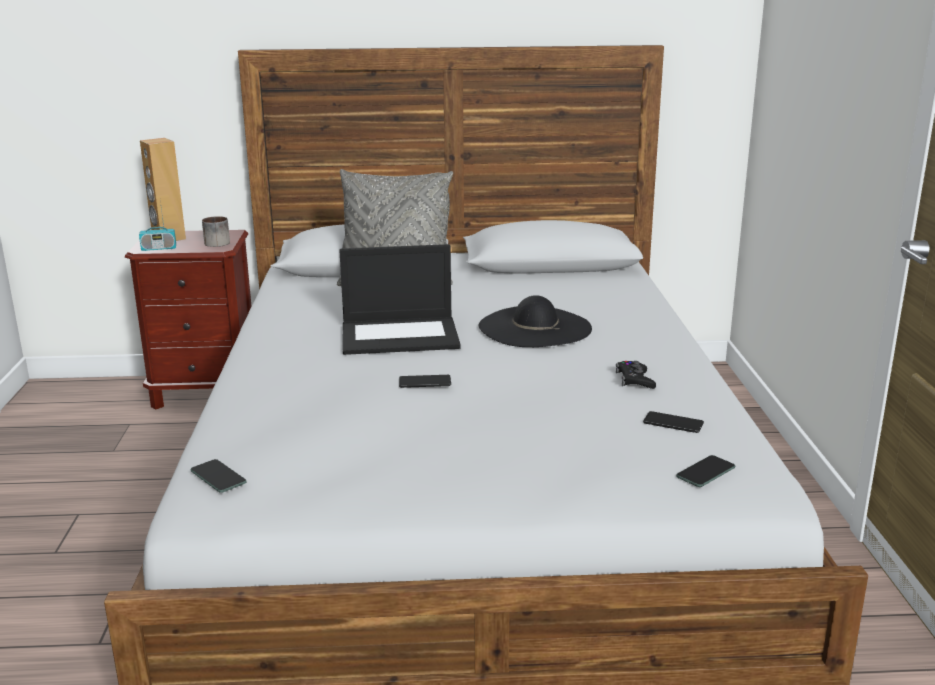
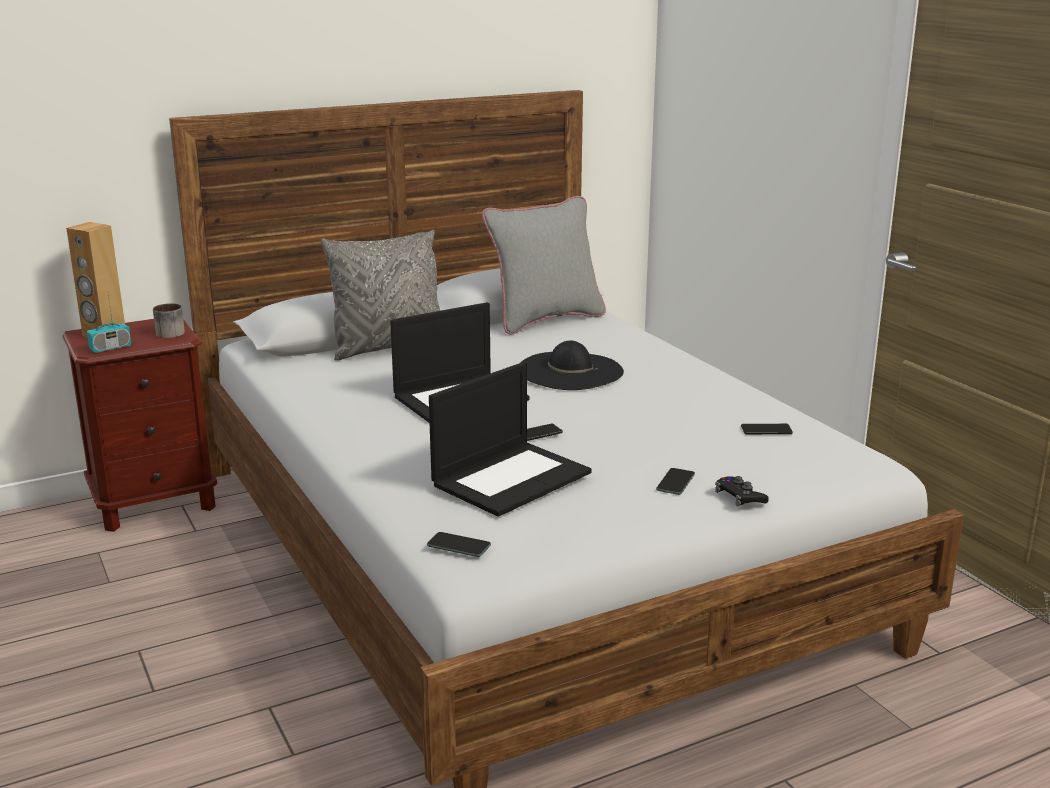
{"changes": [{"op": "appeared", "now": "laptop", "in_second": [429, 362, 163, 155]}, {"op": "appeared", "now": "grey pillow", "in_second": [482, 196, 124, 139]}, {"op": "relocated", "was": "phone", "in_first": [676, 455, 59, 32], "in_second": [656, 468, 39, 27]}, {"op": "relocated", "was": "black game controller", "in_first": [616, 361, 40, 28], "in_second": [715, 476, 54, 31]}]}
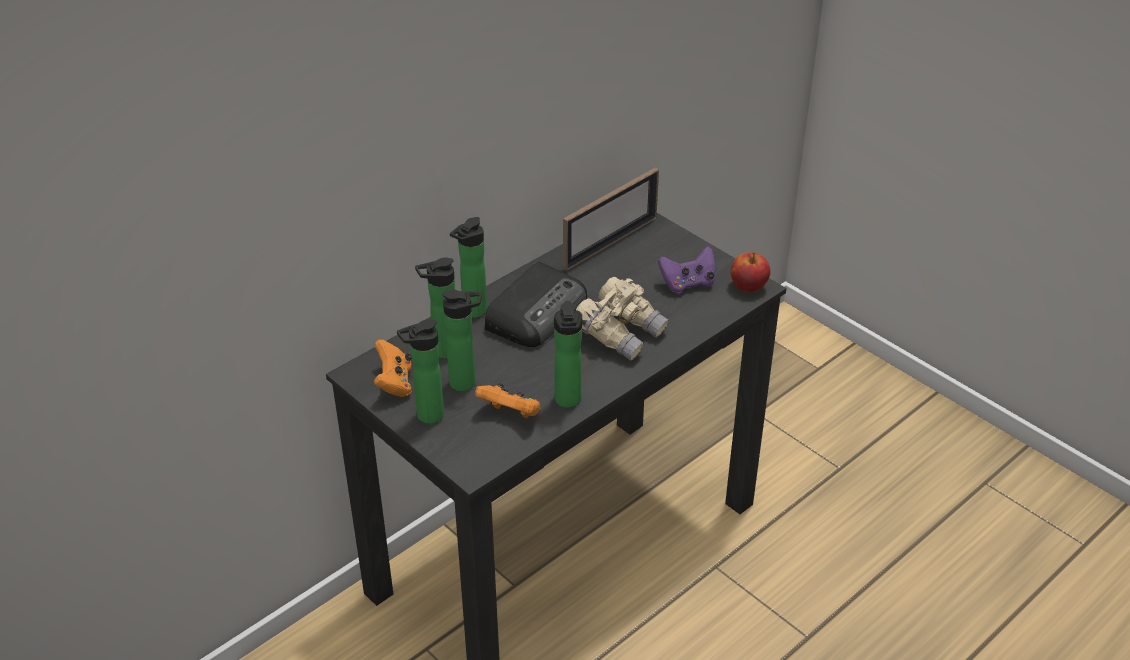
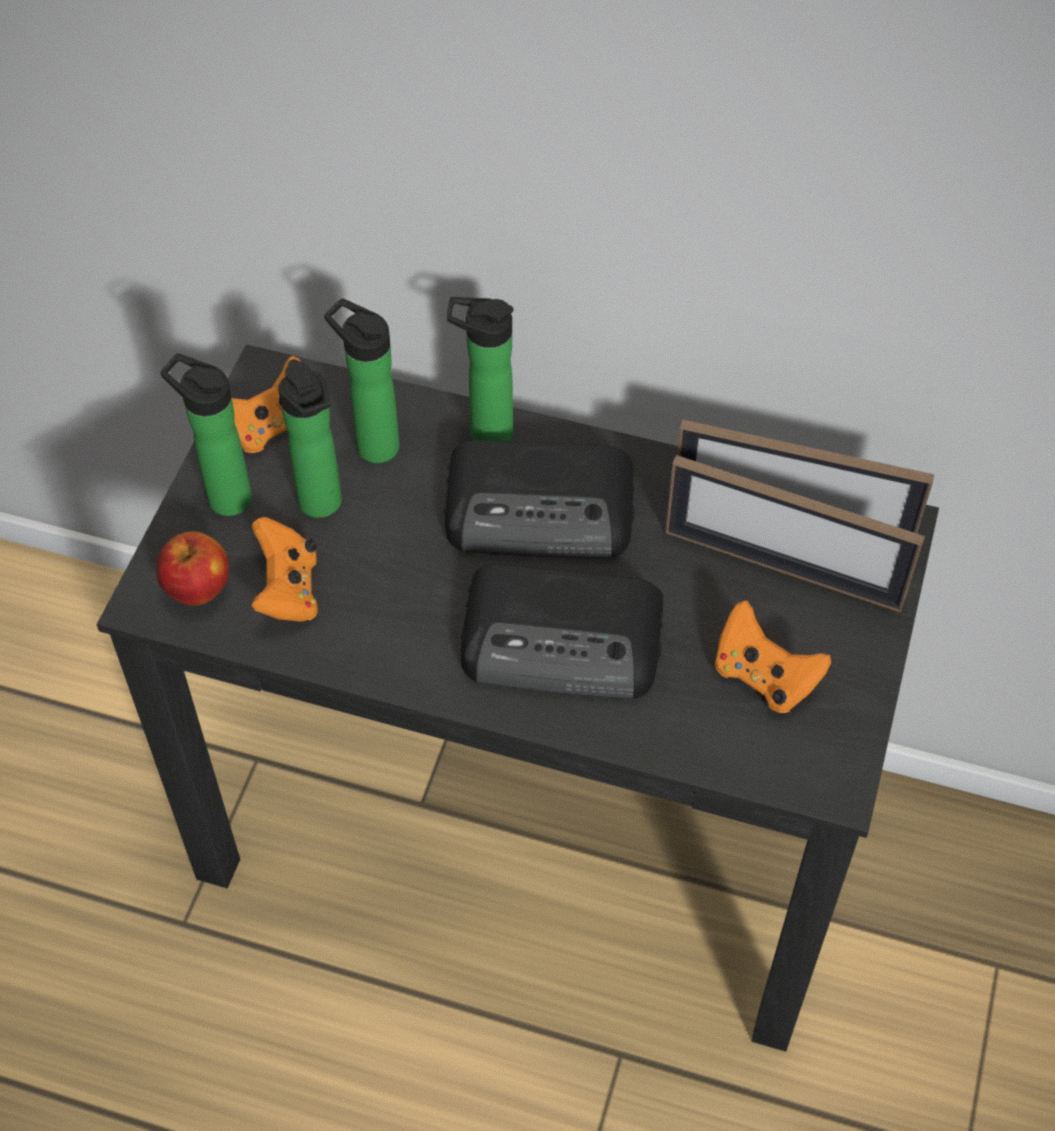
{"changes": [{"op": "relocated", "was": "apple", "in_first": [731, 252, 39, 40], "in_second": [157, 531, 72, 75]}, {"op": "exchanged", "was": "beige binoculars", "now": "radio", "in_first": [576, 277, 93, 84], "in_second": [461, 564, 202, 135]}, {"op": "appeared", "now": "picture frame", "in_second": [665, 455, 260, 157]}, {"op": "colour", "was": "purple game controller", "now": "orange game controller", "in_first": [658, 246, 57, 47], "in_second": [715, 601, 116, 112]}, {"op": "missing", "was": "bottle", "in_first": [554, 301, 28, 107]}]}
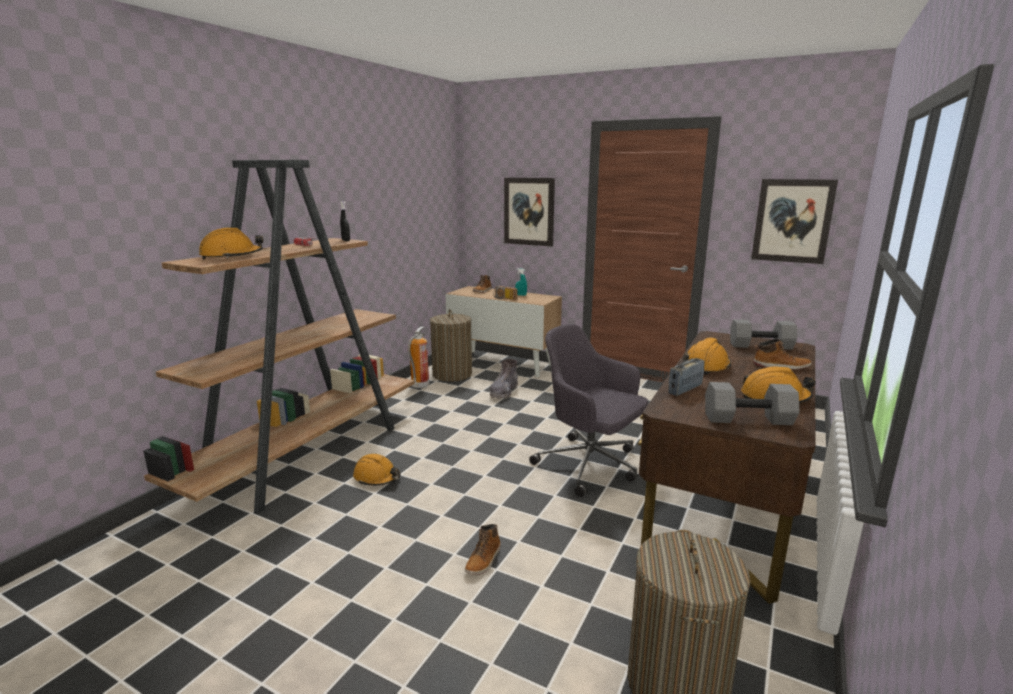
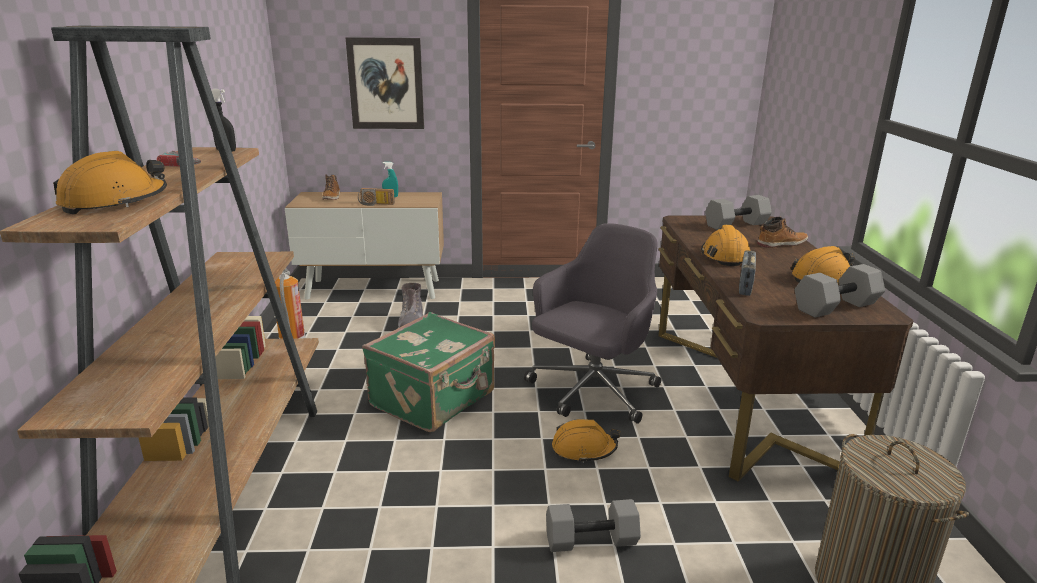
{"changes": [{"op": "appeared", "now": "green suitcase", "in_second": [362, 312, 133, 120]}, {"op": "spun", "was": "grey office chair", "in_first": [529, 324, 119, 173], "in_second": [524, 223, 137, 201], "clockwise": 120}, {"op": "exchanged", "was": "boot", "now": "grey dumbbell", "in_first": [465, 524, 36, 51], "in_second": [546, 499, 95, 53]}, {"op": "relocated", "was": "orange hard hat", "in_first": [353, 454, 48, 32], "in_second": [552, 419, 68, 44]}, {"op": "missing", "was": "laundry basket", "in_first": [430, 309, 42, 73]}, {"op": "missing", "was": "picture", "in_first": [751, 179, 87, 85]}]}
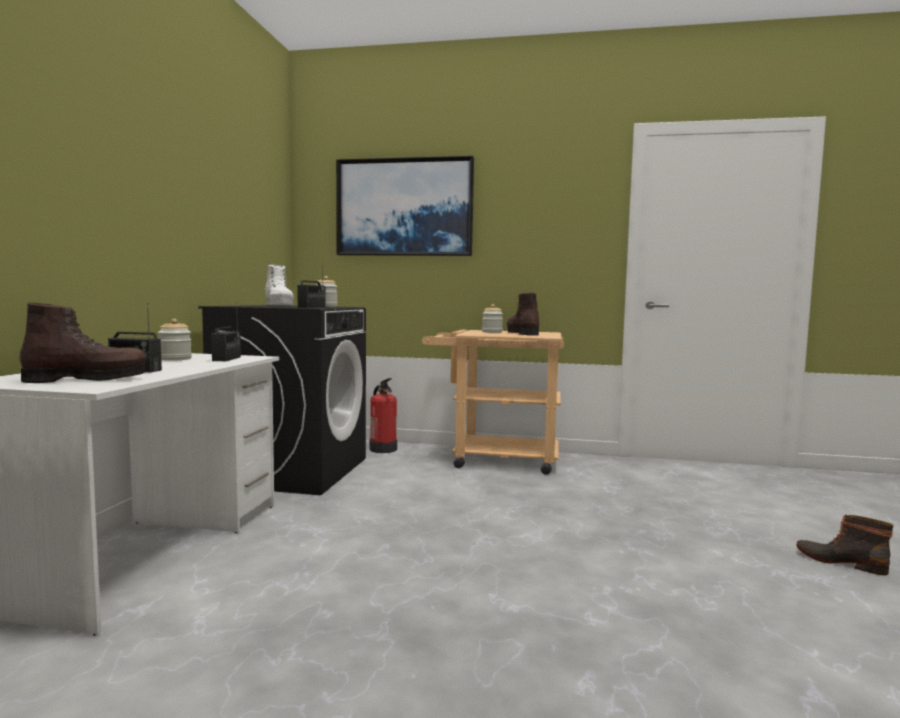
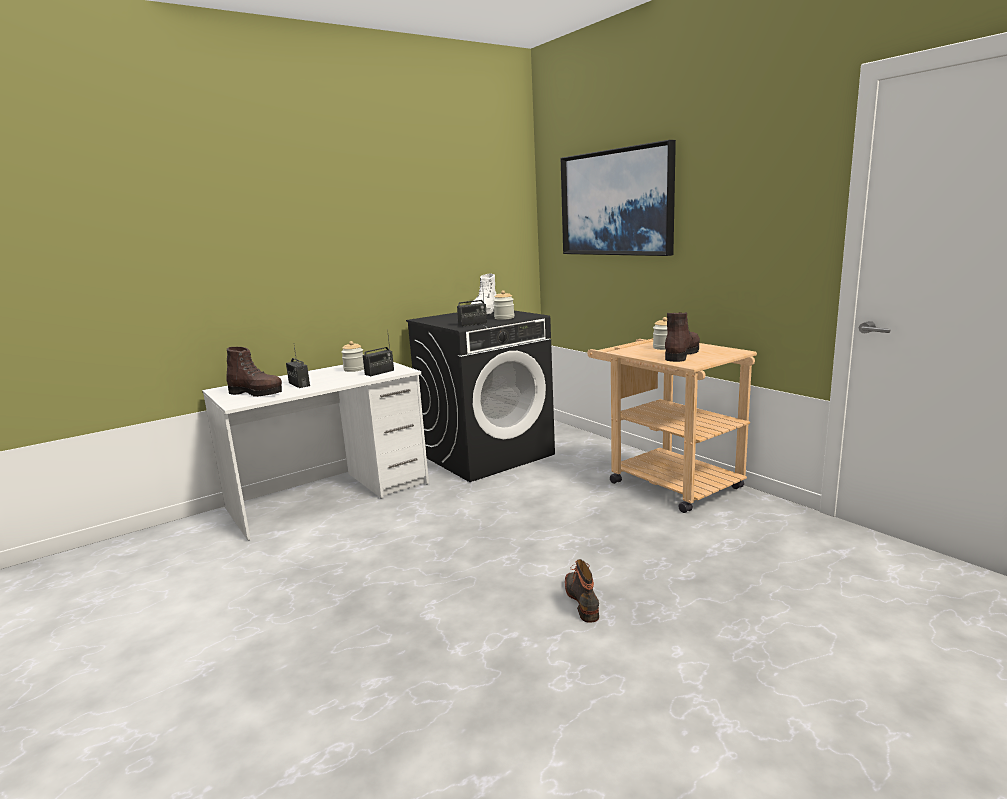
{"changes": [{"op": "relocated", "was": "boot", "in_first": [797, 515, 96, 60], "in_second": [565, 559, 34, 63]}, {"op": "missing", "was": "fire extinguisher", "in_first": [370, 378, 27, 75]}]}
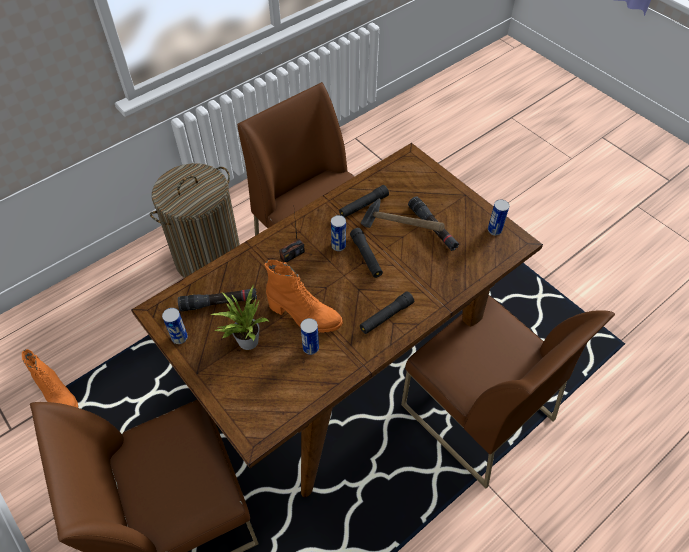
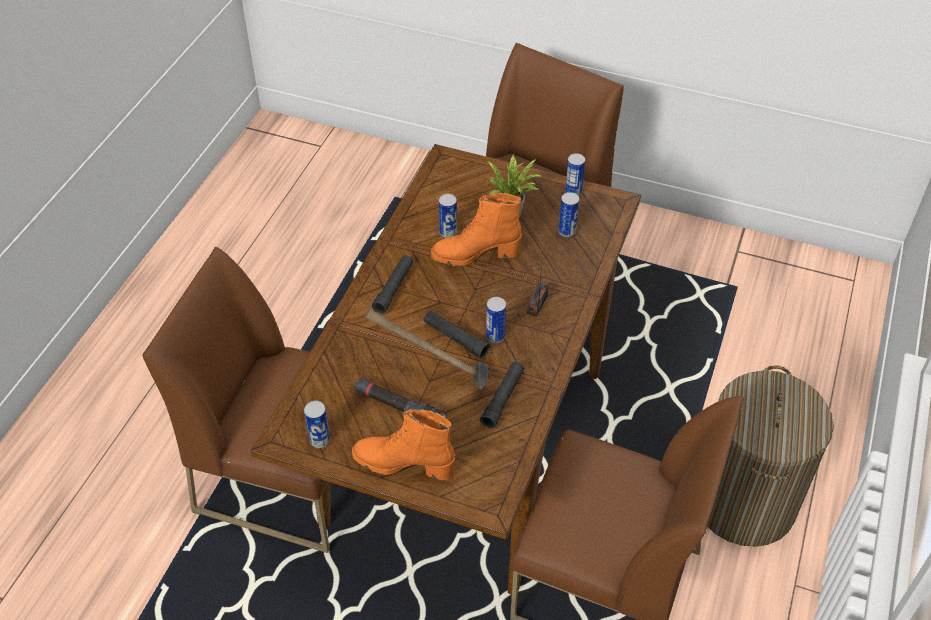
{"changes": [{"op": "relocated", "was": "orange boot", "in_first": [22, 349, 56, 59], "in_second": [352, 409, 103, 72]}, {"op": "exchanged", "was": "black flashlight", "now": "can", "in_first": [178, 288, 79, 23], "in_second": [559, 192, 20, 45]}]}
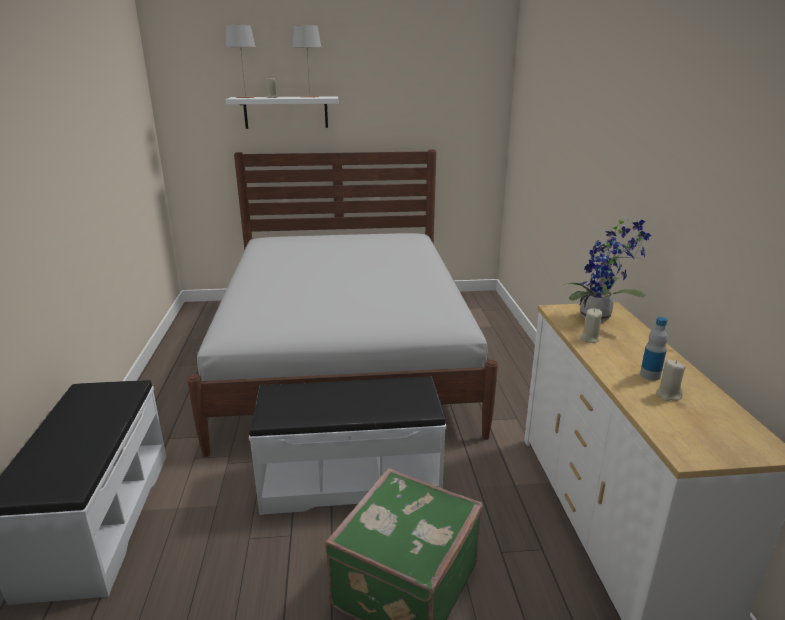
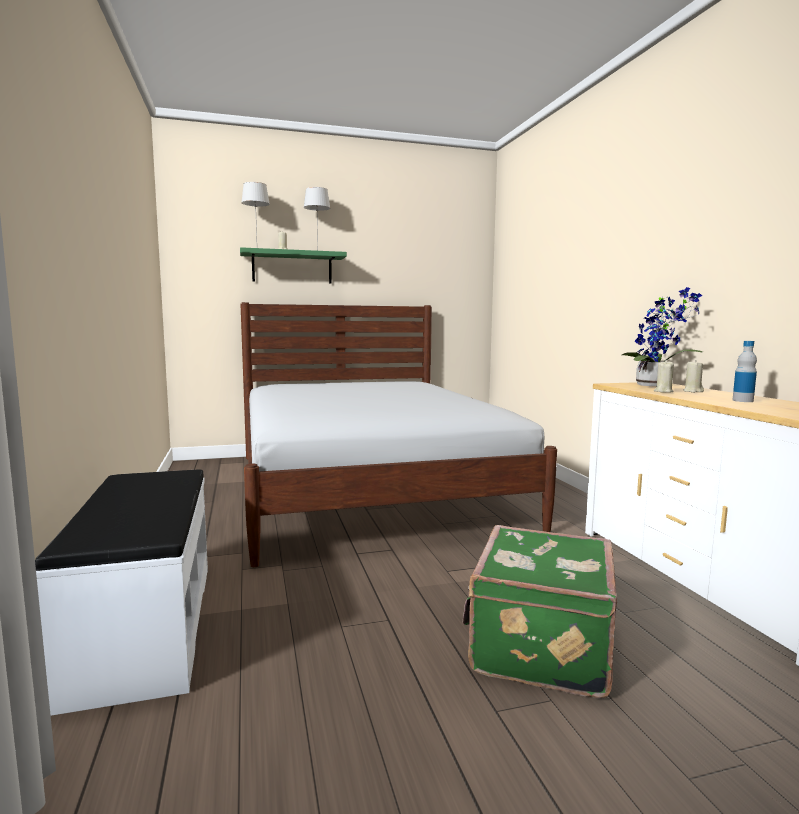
{"changes": [{"op": "colour", "was": "white shelf", "now": "green shelf", "in_first": [226, 96, 112, 33], "in_second": [240, 247, 107, 36]}, {"op": "relocated", "was": "beige candle", "in_first": [656, 360, 30, 41], "in_second": [683, 360, 21, 33]}, {"op": "missing", "was": "white bench", "in_first": [249, 376, 197, 139]}]}
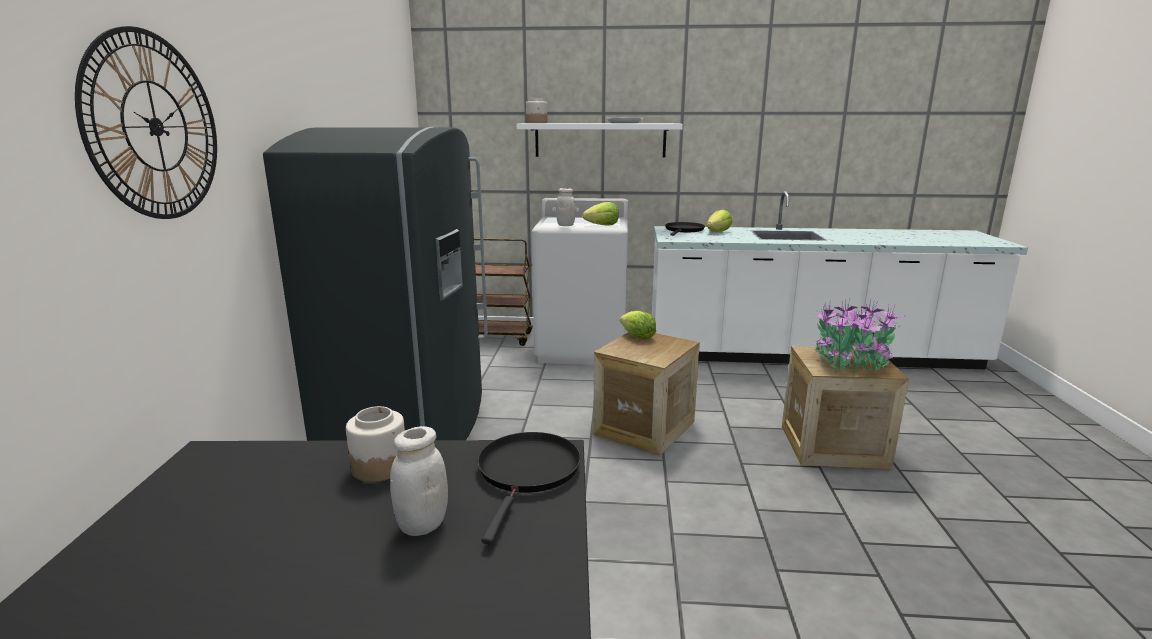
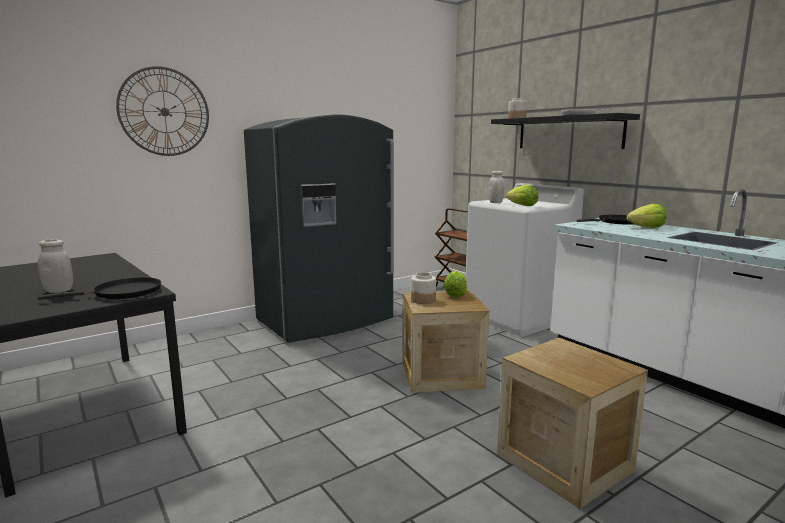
{"changes": [{"op": "relocated", "was": "jar", "in_first": [346, 406, 59, 76], "in_second": [411, 272, 25, 32]}, {"op": "colour", "was": "white shelf", "now": "black shelf", "in_first": [517, 123, 166, 34], "in_second": [491, 113, 149, 36]}, {"op": "missing", "was": "potted plant", "in_first": [814, 298, 91, 76]}]}
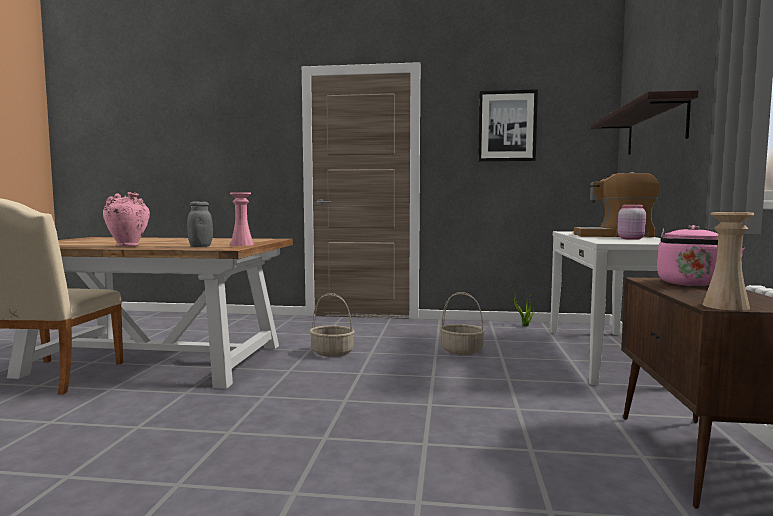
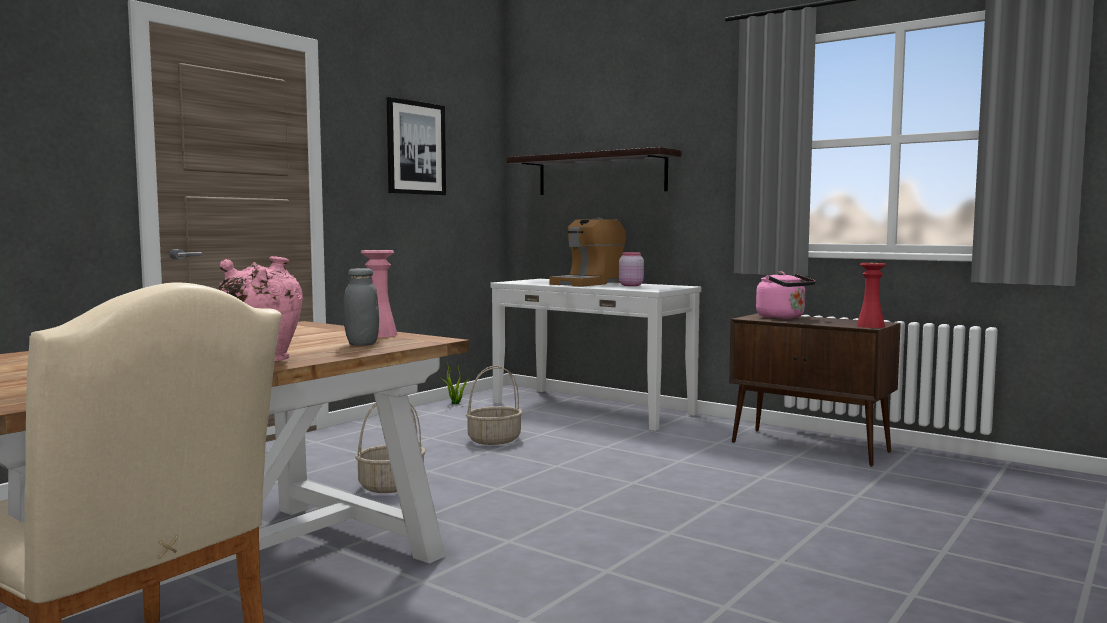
{"changes": [{"op": "colour", "was": "beige vase", "now": "red vase", "in_first": [702, 212, 52, 99], "in_second": [856, 263, 30, 65]}]}
